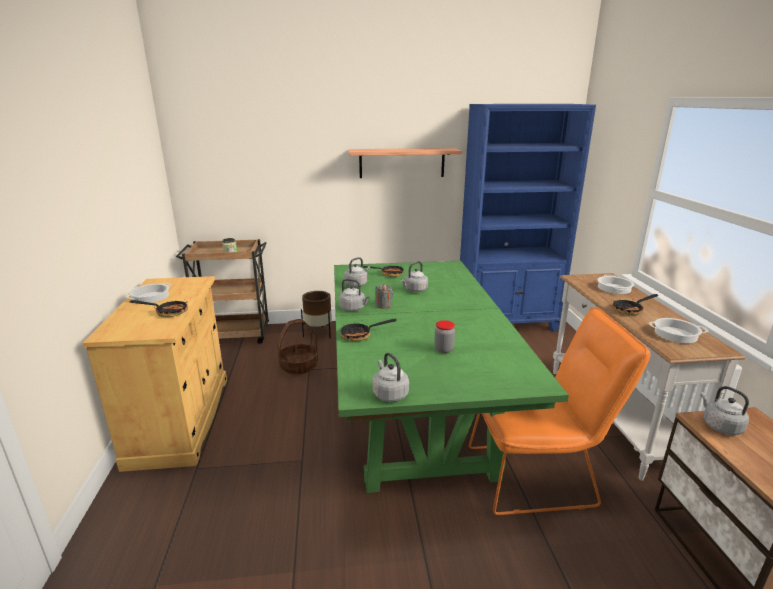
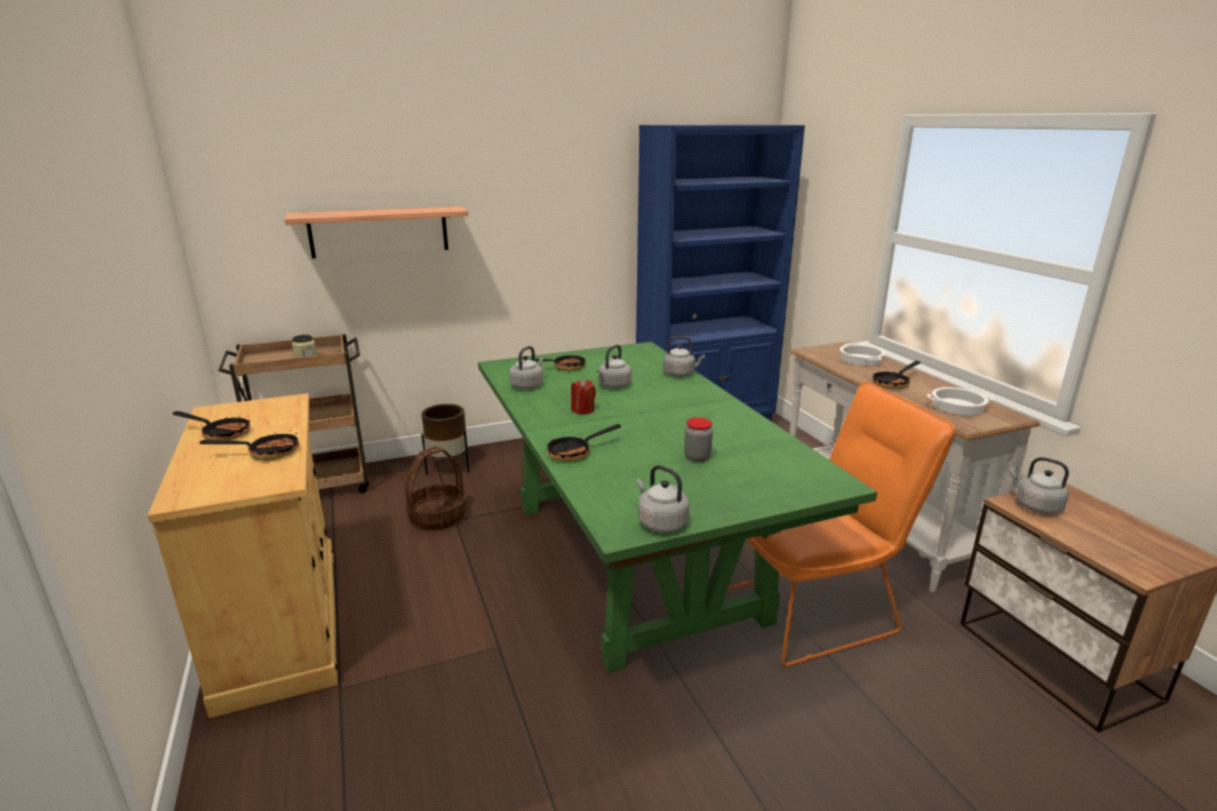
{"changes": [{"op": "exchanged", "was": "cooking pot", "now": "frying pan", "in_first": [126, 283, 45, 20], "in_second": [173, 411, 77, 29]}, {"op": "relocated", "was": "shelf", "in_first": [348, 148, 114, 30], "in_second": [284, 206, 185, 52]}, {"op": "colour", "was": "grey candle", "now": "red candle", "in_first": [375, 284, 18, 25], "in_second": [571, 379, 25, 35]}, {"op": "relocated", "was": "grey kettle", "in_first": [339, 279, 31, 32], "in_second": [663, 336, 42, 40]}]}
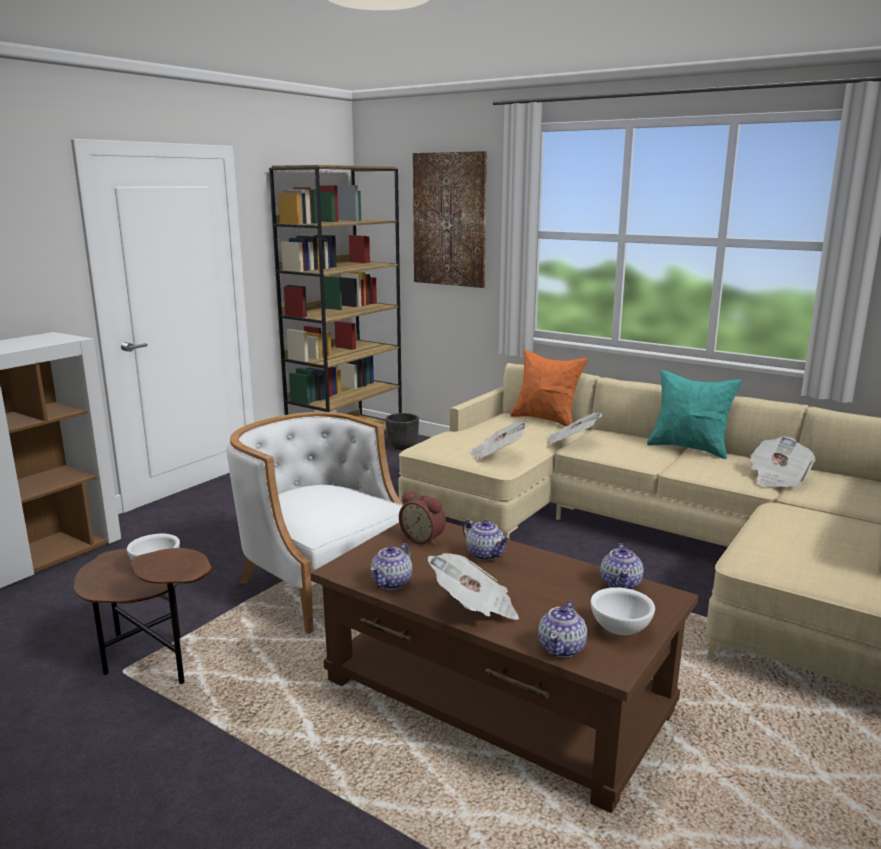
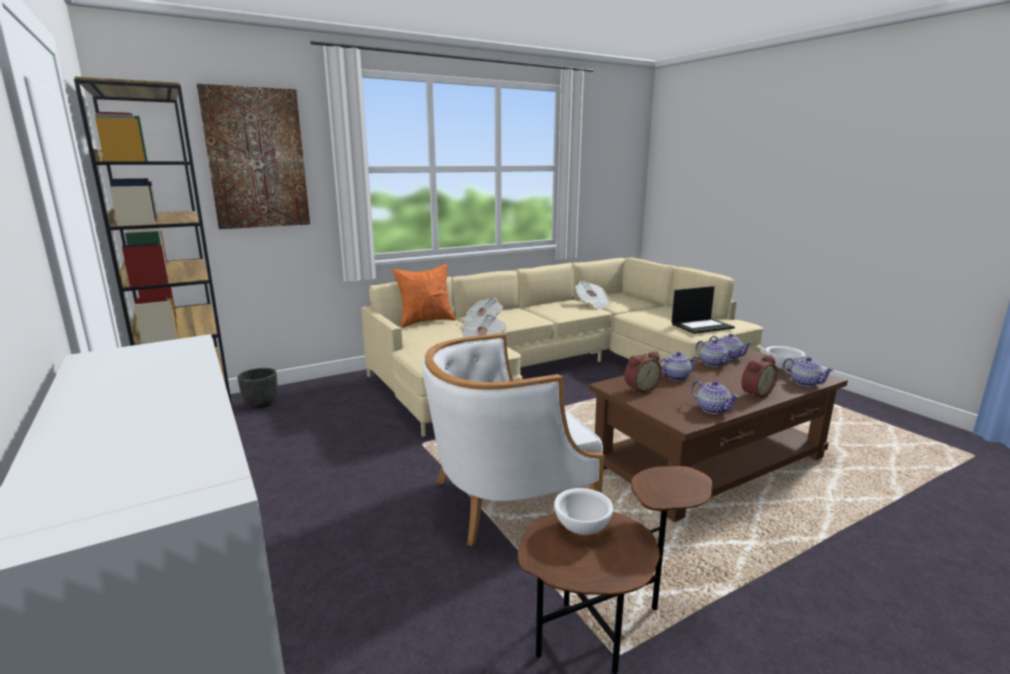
{"changes": [{"op": "appeared", "now": "laptop", "in_second": [672, 286, 63, 48]}, {"op": "appeared", "now": "teapot", "in_second": [696, 340, 39, 27]}, {"op": "exchanged", "was": "newspaper", "now": "alarm clock", "in_first": [428, 553, 91, 67], "in_second": [741, 355, 36, 43]}, {"op": "missing", "was": "turquoise pillow", "in_first": [647, 370, 95, 89]}]}
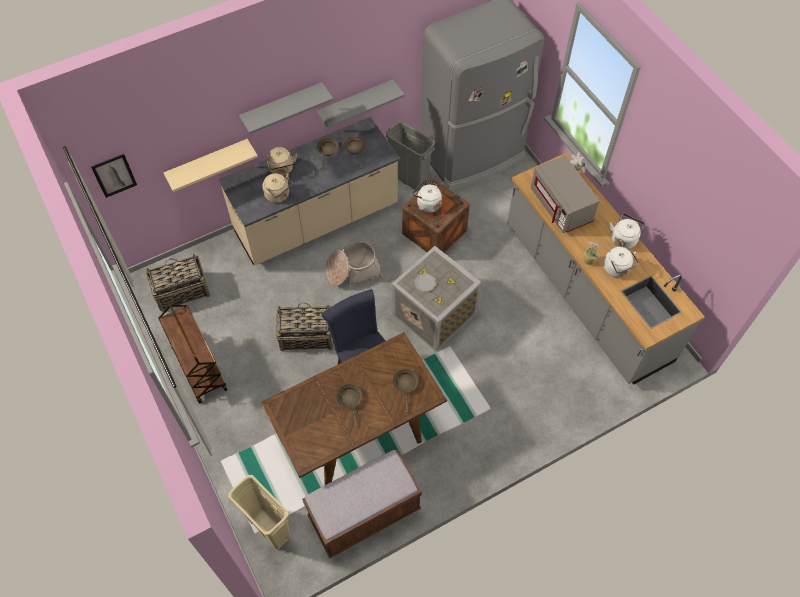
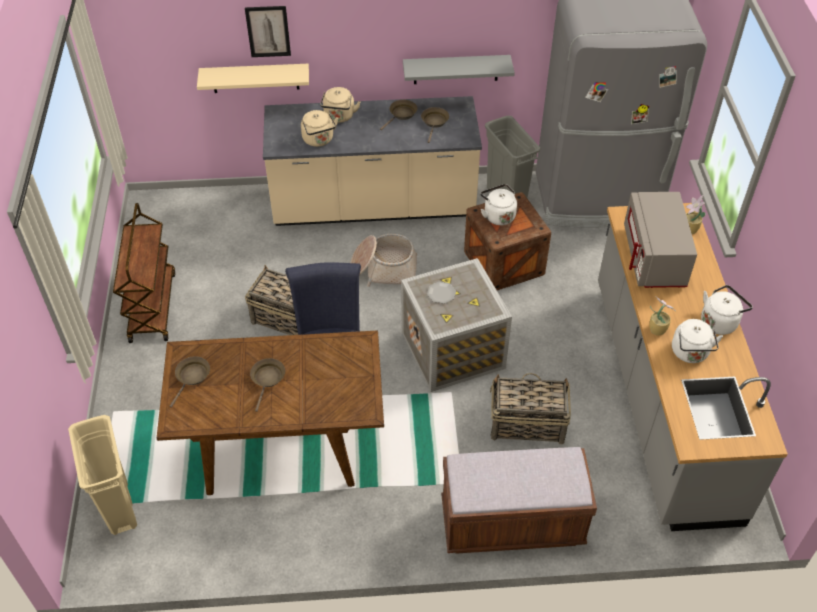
{"changes": [{"op": "relocated", "was": "brown frying pan", "in_first": [393, 369, 25, 44], "in_second": [170, 356, 40, 52]}, {"op": "relocated", "was": "picture", "in_first": [91, 154, 46, 44], "in_second": [245, 6, 46, 51]}, {"op": "relocated", "was": "brown bench", "in_first": [302, 449, 120, 110], "in_second": [441, 447, 156, 107]}, {"op": "relocated", "was": "basket", "in_first": [146, 254, 64, 58], "in_second": [490, 373, 81, 71]}, {"op": "missing", "was": "grey shelf", "in_first": [239, 82, 94, 52]}]}
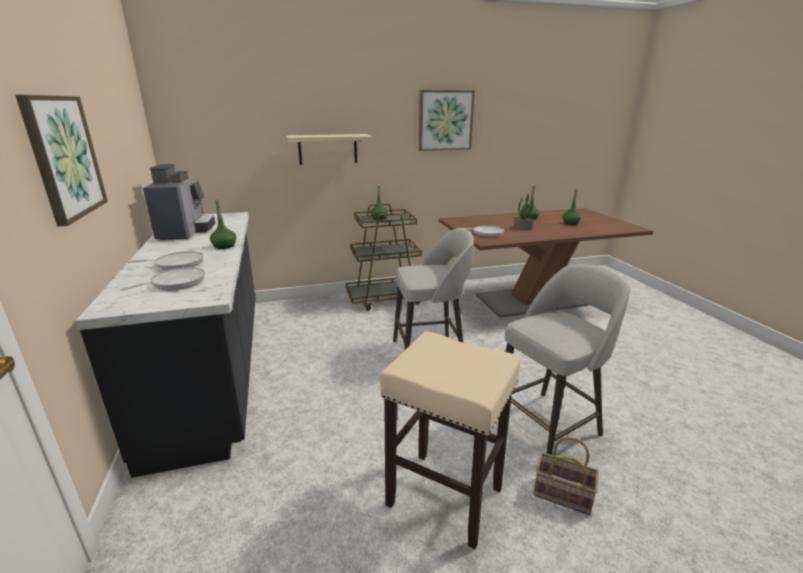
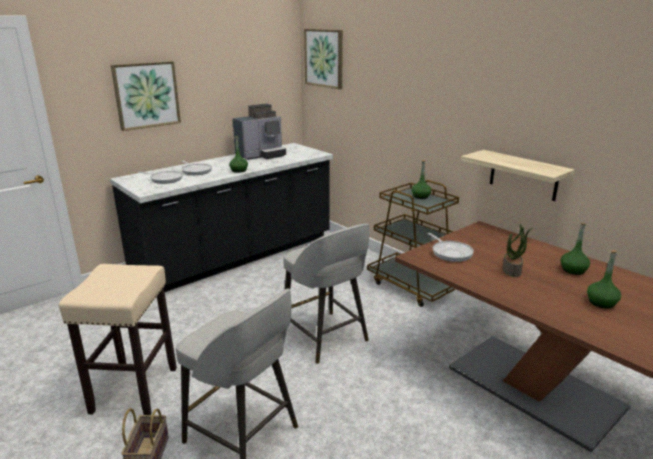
{"changes": [{"op": "relocated", "was": "picture", "in_first": [419, 90, 56, 61], "in_second": [304, 29, 39, 60]}, {"op": "relocated", "was": "shelf", "in_first": [286, 134, 87, 31], "in_second": [461, 150, 114, 51]}]}
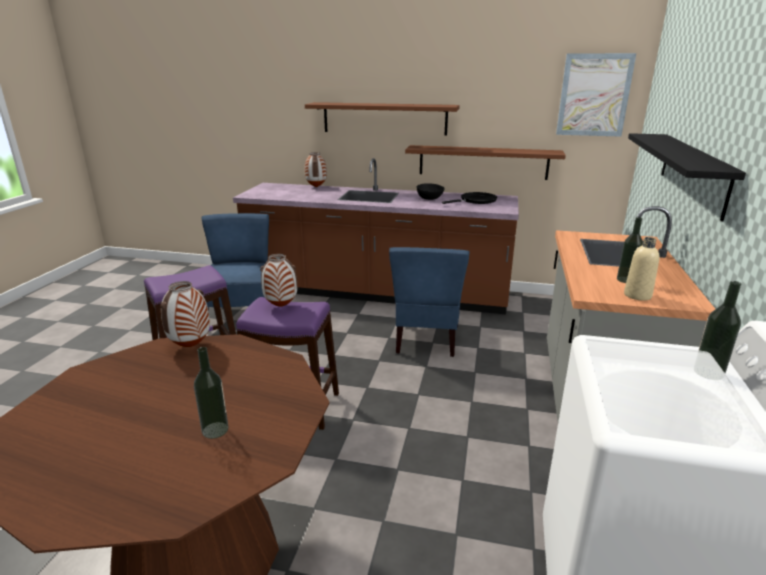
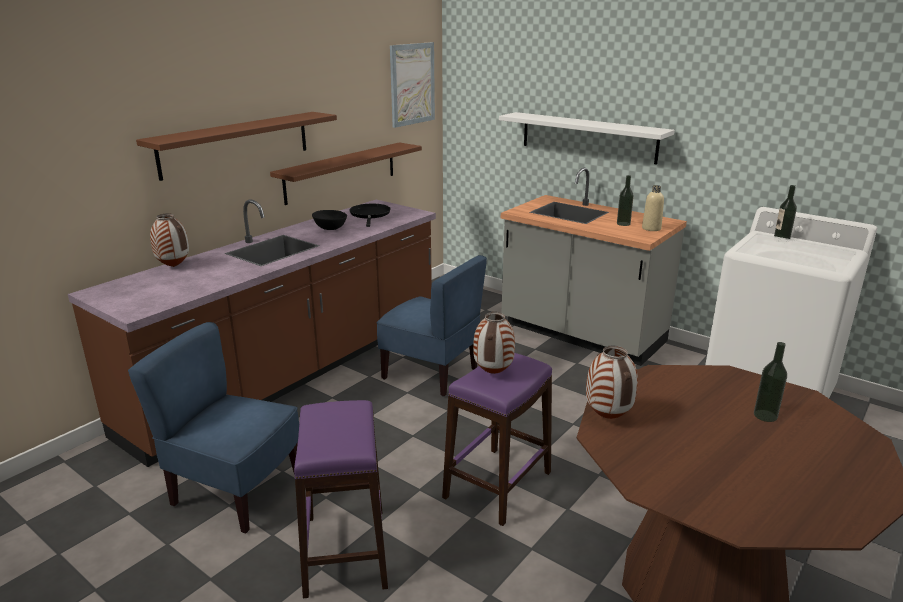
{"changes": [{"op": "colour", "was": "black shelf", "now": "white shelf", "in_first": [628, 133, 118, 88], "in_second": [499, 112, 176, 53]}]}
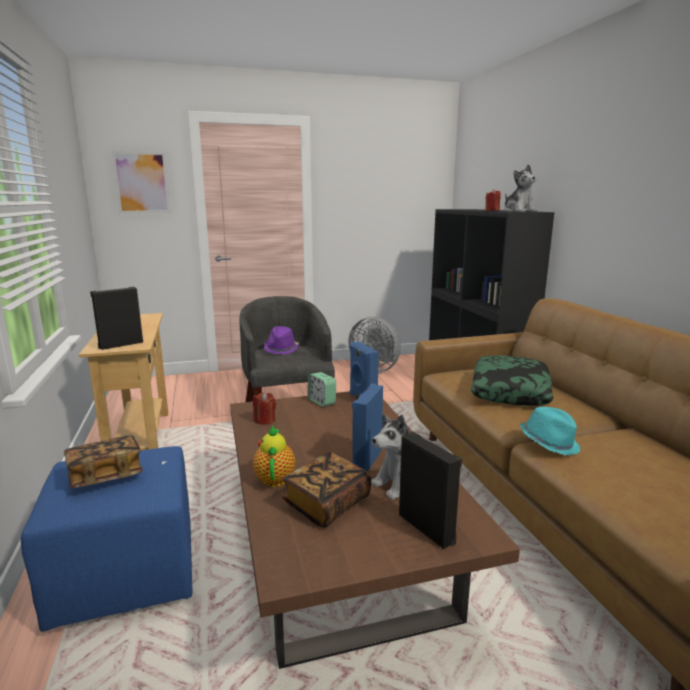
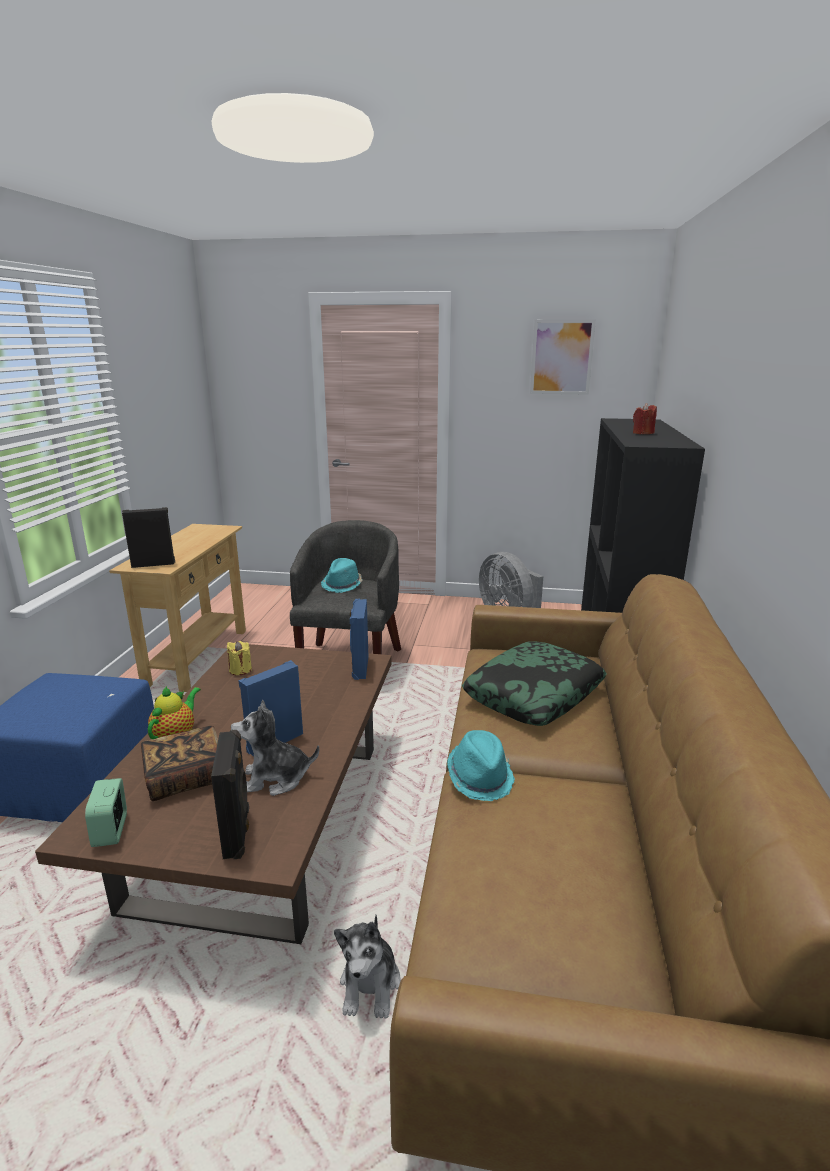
{"changes": [{"op": "relocated", "was": "alarm clock", "in_first": [308, 372, 28, 35], "in_second": [85, 778, 42, 69]}, {"op": "colour", "was": "red candle", "now": "yellow candle", "in_first": [253, 392, 23, 33], "in_second": [227, 641, 25, 34]}, {"op": "colour", "was": "purple hat", "now": "turquoise hat", "in_first": [264, 326, 35, 29], "in_second": [321, 558, 42, 35]}, {"op": "relocated", "was": "plush toy", "in_first": [504, 164, 33, 48], "in_second": [334, 915, 67, 104]}, {"op": "relocated", "was": "picture", "in_first": [112, 151, 59, 63], "in_second": [530, 319, 66, 76]}, {"op": "missing", "was": "book", "in_first": [64, 435, 79, 53]}]}
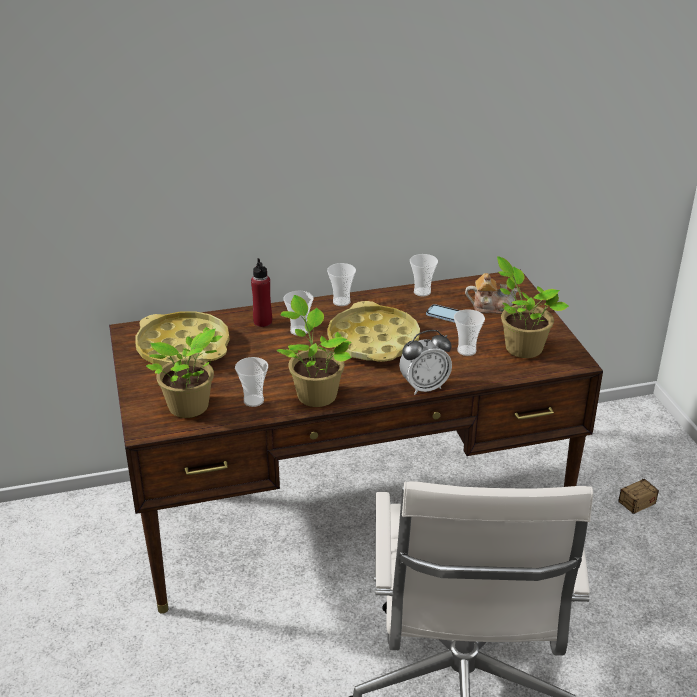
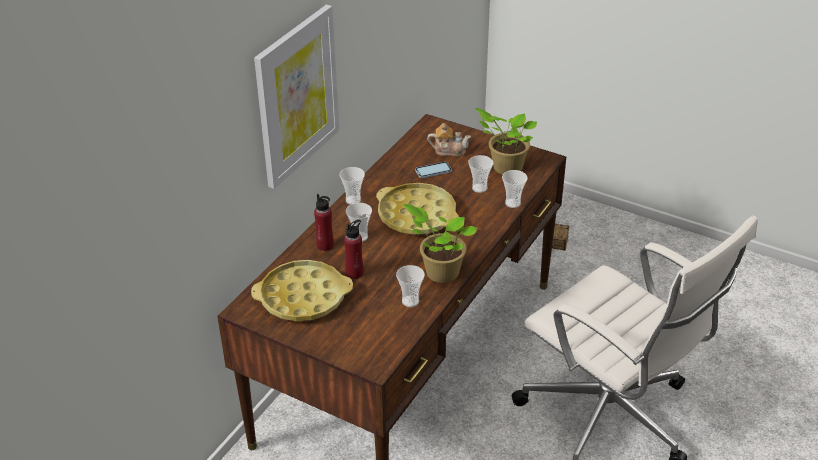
{"changes": [{"op": "appeared", "now": "picture", "in_second": [254, 5, 85, 184]}, {"op": "appeared", "now": "red bottle", "in_second": [344, 220, 19, 59]}, {"op": "spun", "was": "teapot", "in_first": [465, 273, 53, 41], "in_second": [427, 123, 44, 33], "clockwise": 45}, {"op": "relocated", "was": "cup", "in_first": [410, 254, 28, 43], "in_second": [502, 170, 26, 38]}, {"op": "missing", "was": "potted plant", "in_first": [146, 327, 76, 91]}, {"op": "missing", "was": "alarm clock", "in_first": [399, 330, 53, 65]}]}
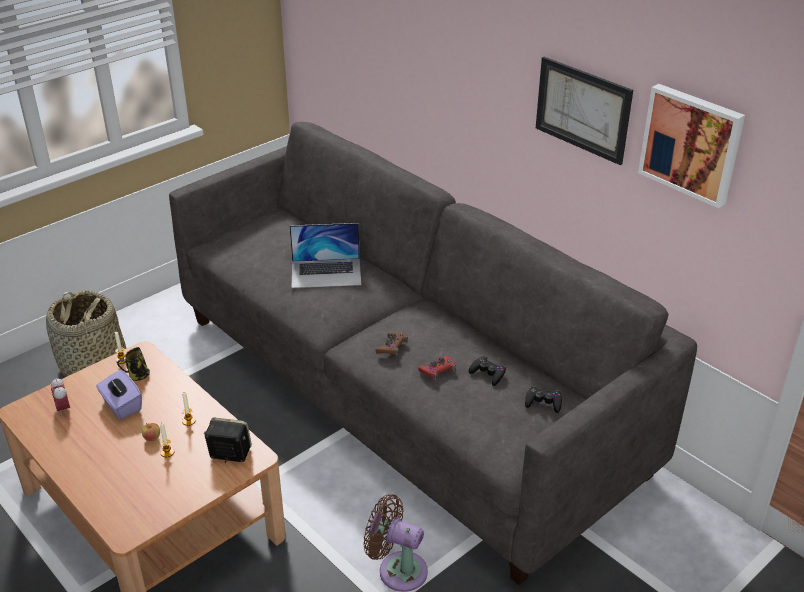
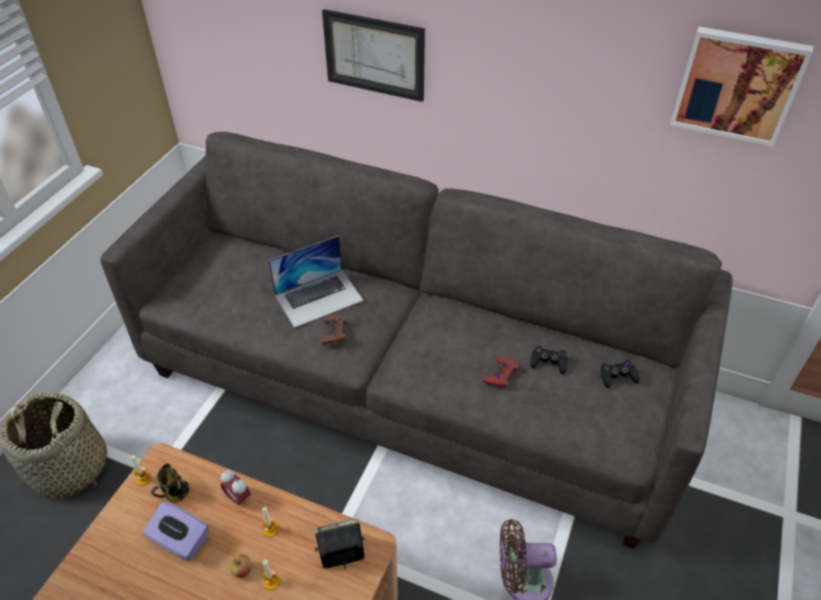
{"changes": [{"op": "relocated", "was": "alarm clock", "in_first": [51, 378, 19, 38], "in_second": [221, 470, 30, 38]}, {"op": "relocated", "was": "brown game controller", "in_first": [375, 331, 33, 25], "in_second": [321, 315, 26, 30]}, {"op": "relocated", "was": "picture", "in_first": [536, 57, 97, 108], "in_second": [322, 9, 103, 93]}]}
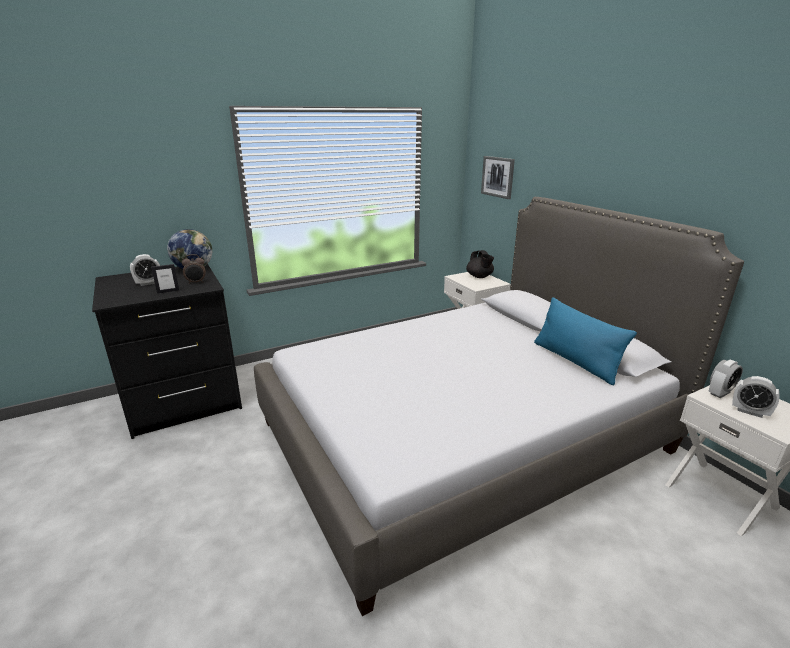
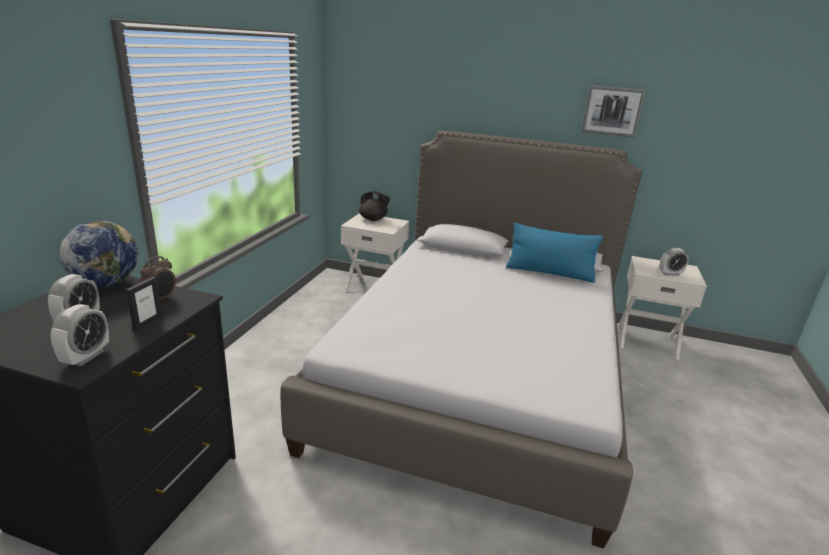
{"changes": [{"op": "relocated", "was": "alarm clock", "in_first": [708, 360, 35, 38], "in_second": [51, 304, 58, 63]}, {"op": "relocated", "was": "picture", "in_first": [481, 156, 34, 43], "in_second": [582, 85, 64, 52]}]}
